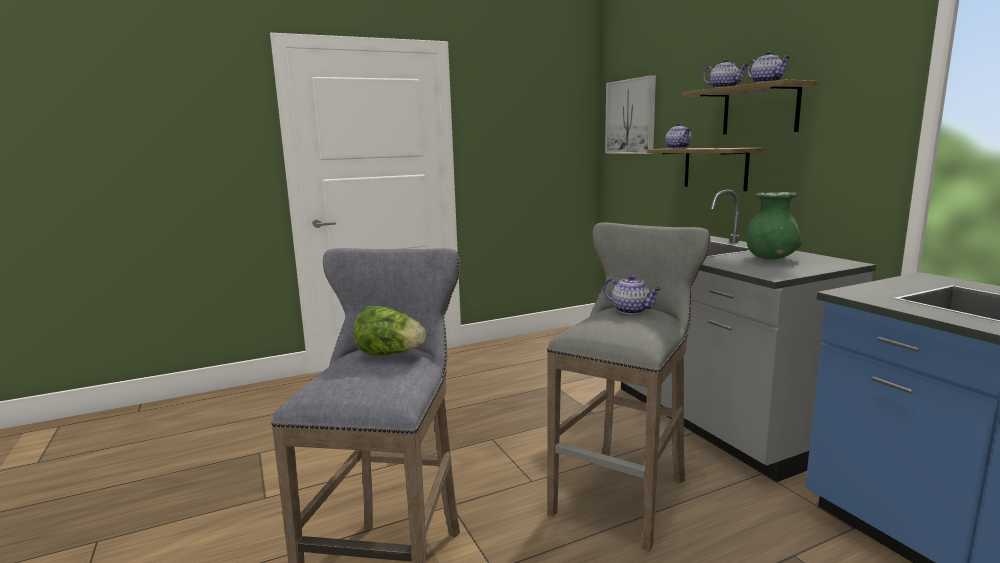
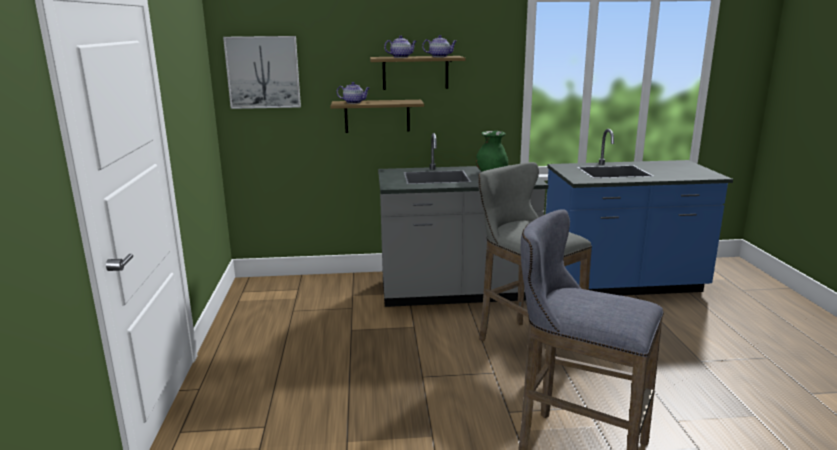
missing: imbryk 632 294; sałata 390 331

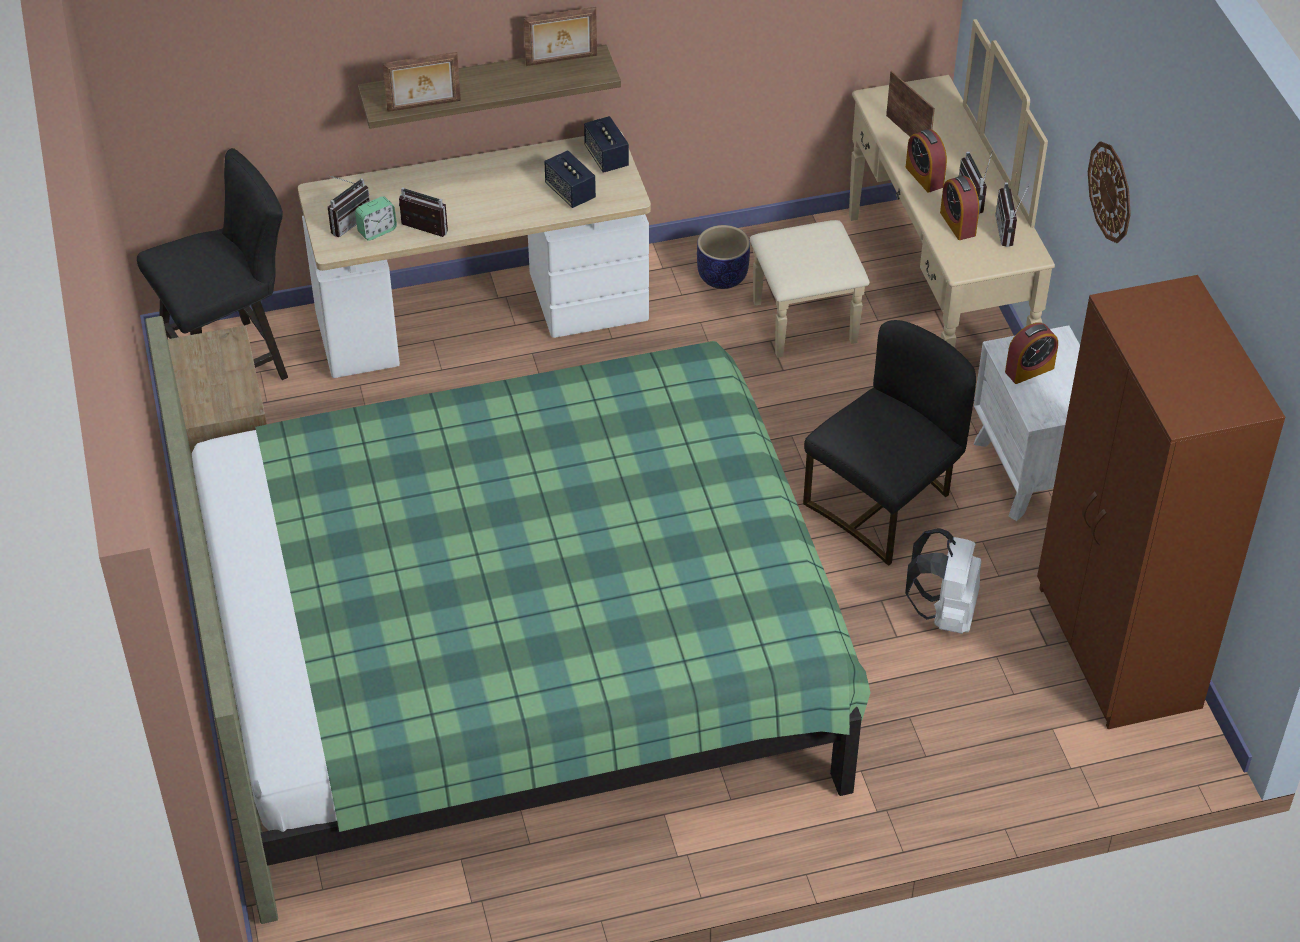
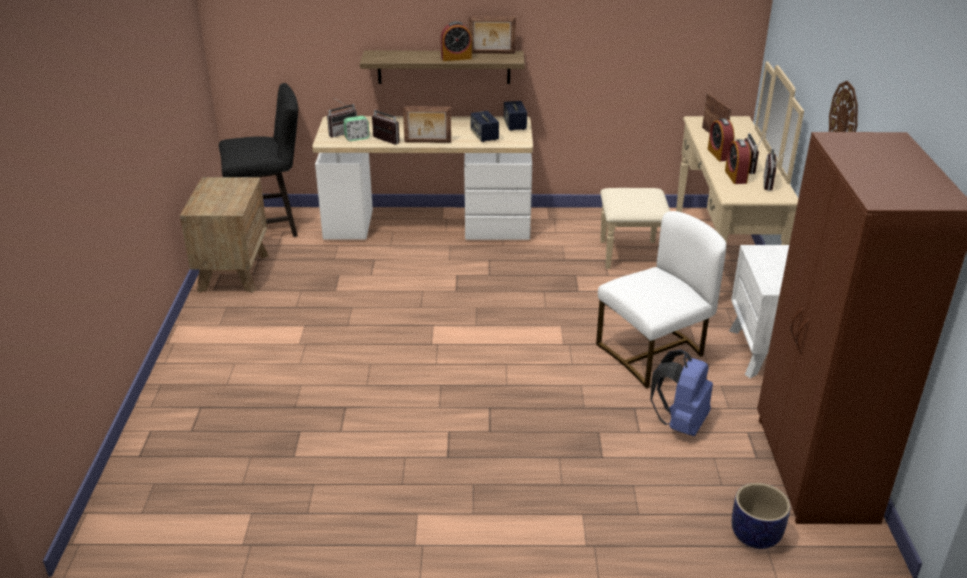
missing: łóżko (zielony) 508 620
relocated: ramka na zdjęcie 421 82 to 427 124; donica 723 257 to 761 516; budzik 1031 353 to 456 41
colour: krzesło (czarny) 889 443 to krzesło (biały) 661 300; plecak (biały) 943 581 to plecak (niebieski) 681 393

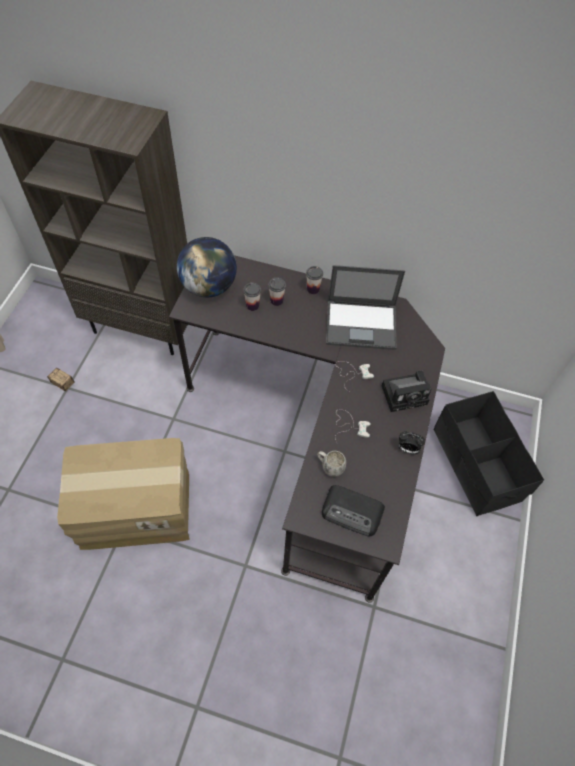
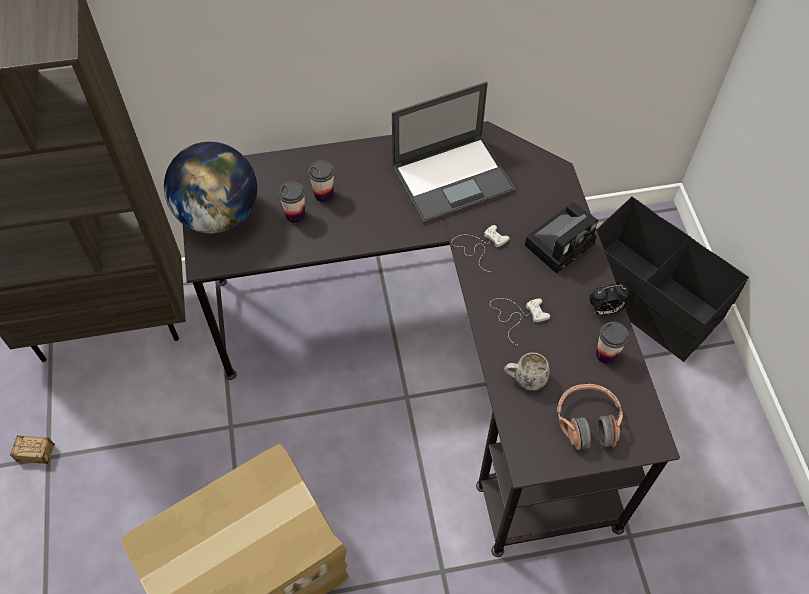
relocated: filiżanka 314 280 to 612 343
exchanged: radio 353 511 to słuchawki 590 417

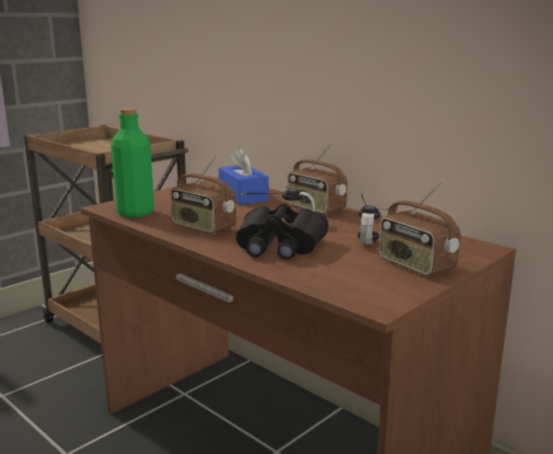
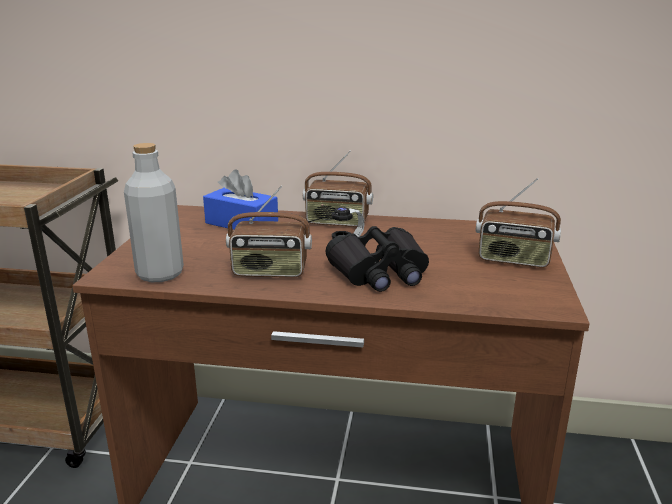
missing: słuchawki 377 219
colour: butelka (zielony) 132 162 to butelka (szary) 154 212

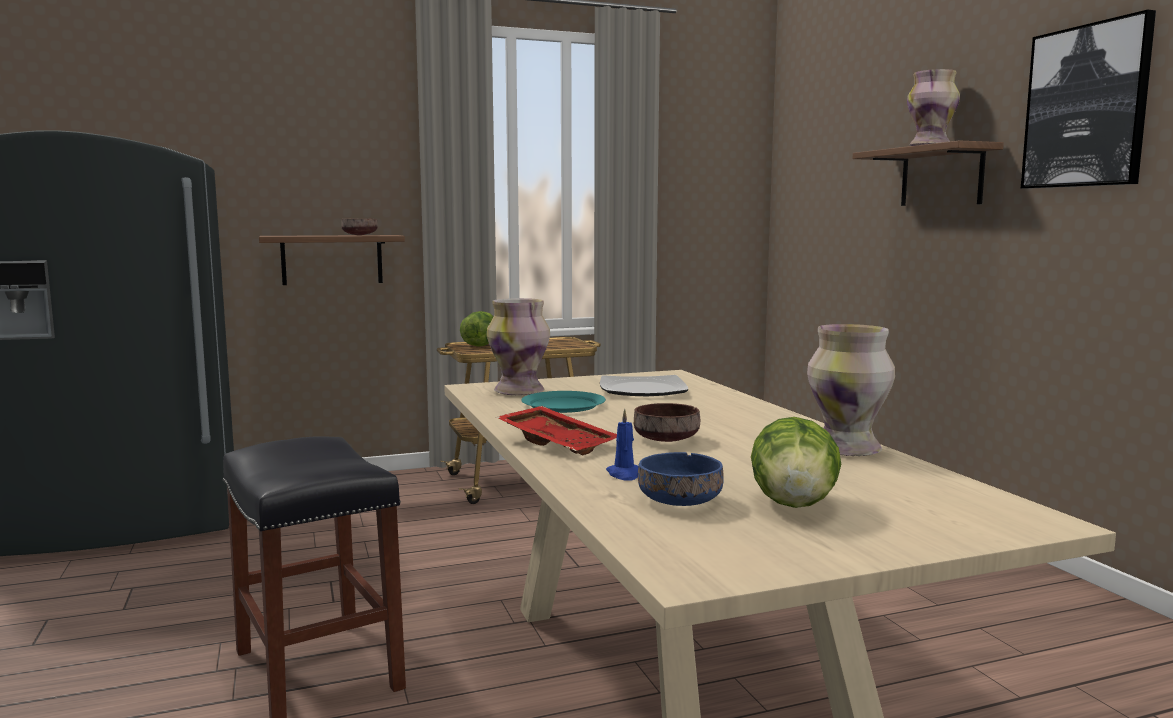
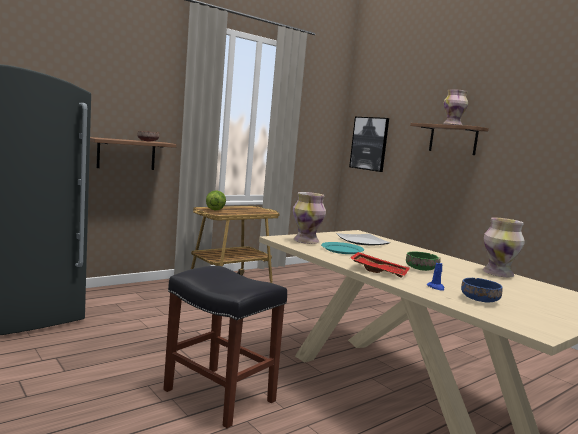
missing: sałata 796 462
relocated: obraz 1088 99 to 369 144
colour: miska (brązowy) 667 422 to miska (zielony) 422 261

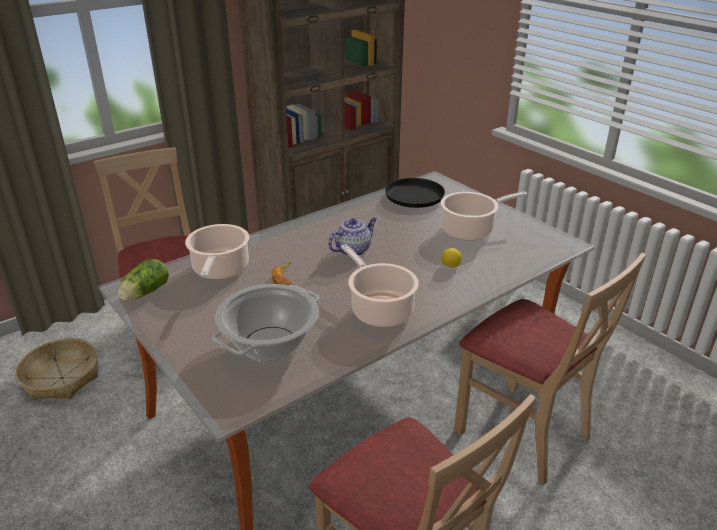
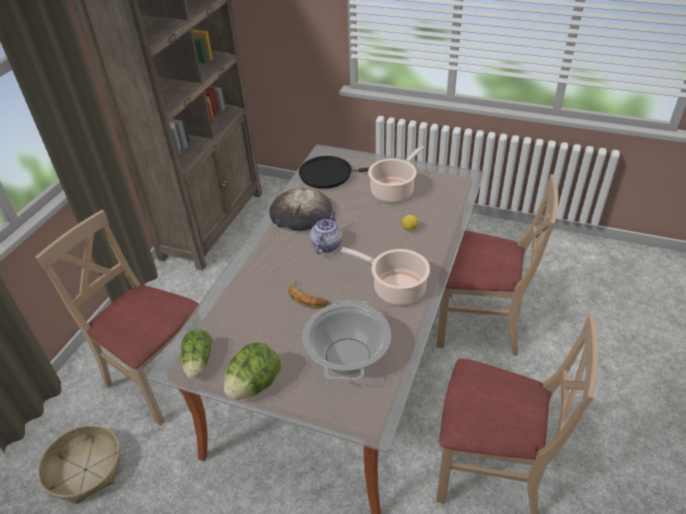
missing: garnek 217 251
appeared: chleb 301 209; sałata 252 371

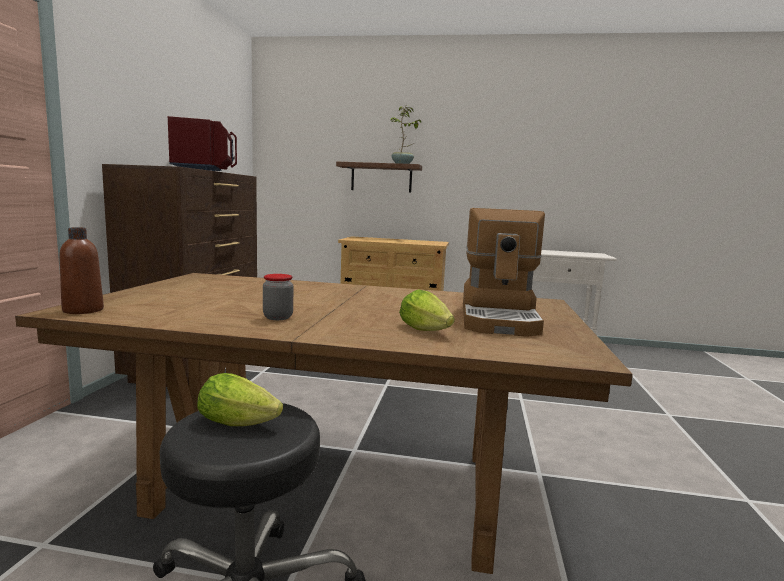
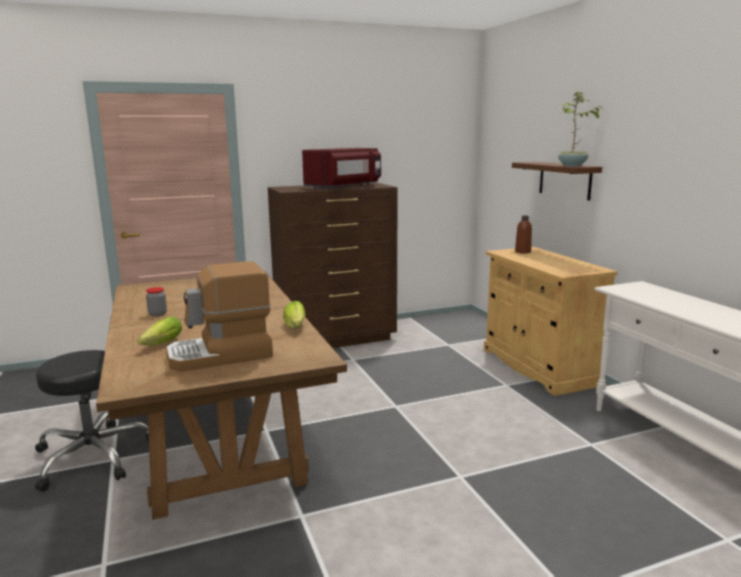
relocated: butelka (brązowy) 81 270 to 523 234; sałata 240 399 to 294 314

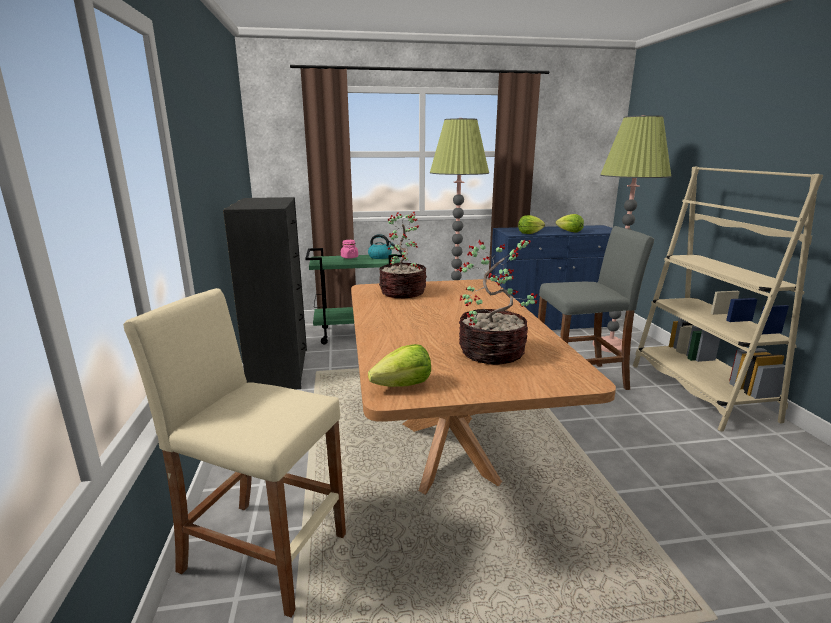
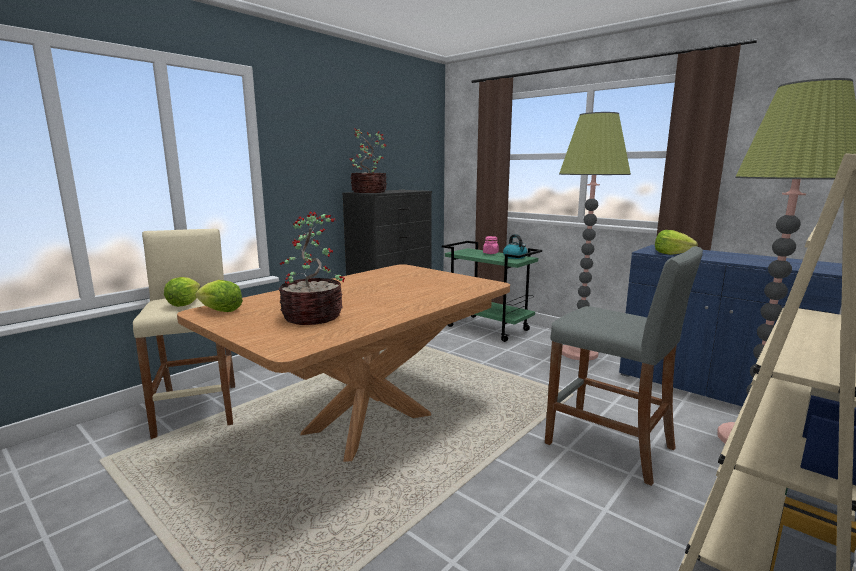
relocated: roślina doniczkowa 403 255 to 368 160; sałata 570 223 to 182 292

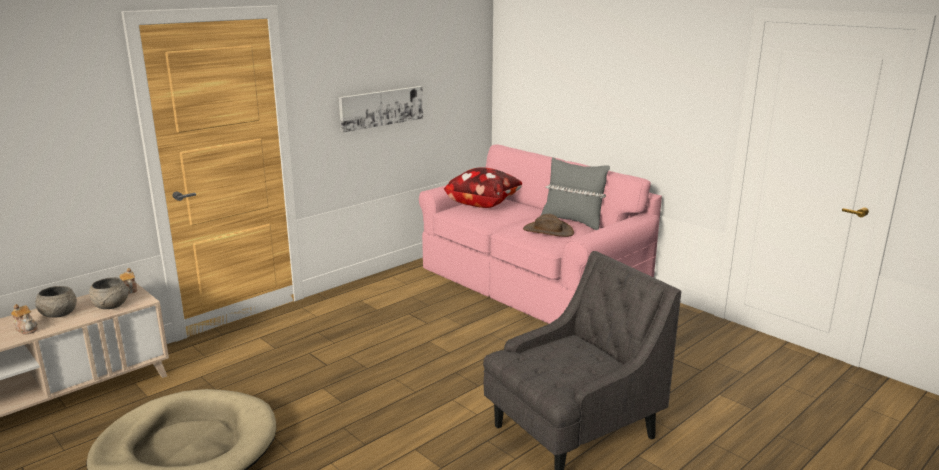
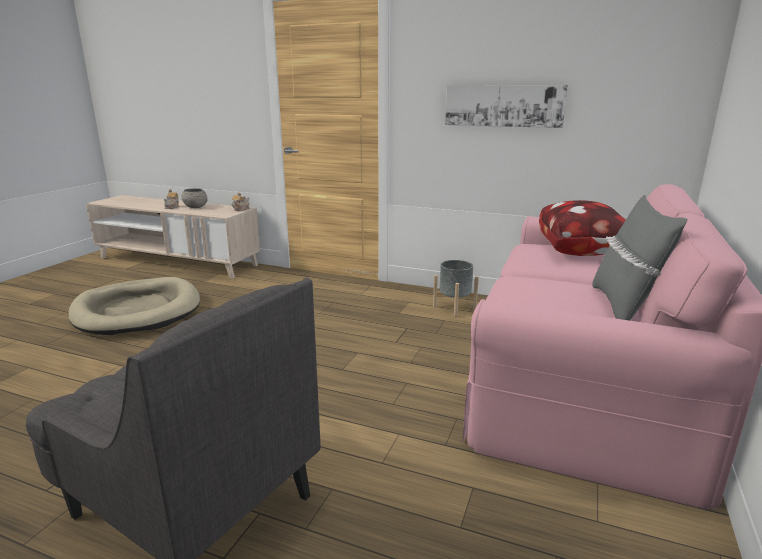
missing: kapelusz (brązowy) 548 225; miska (szary) 109 293
appeared: donica (szary) 456 288

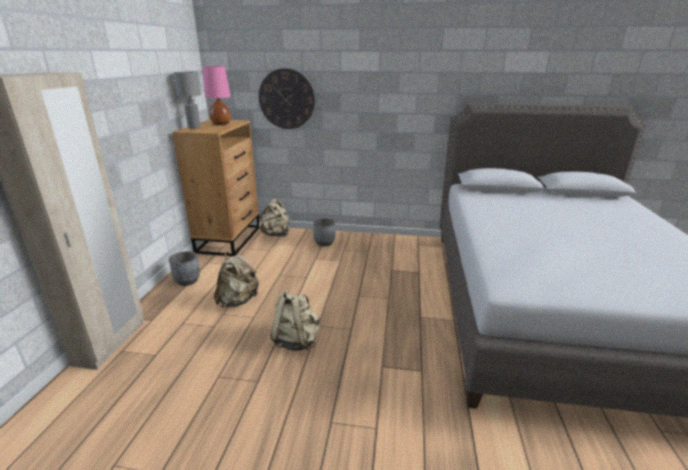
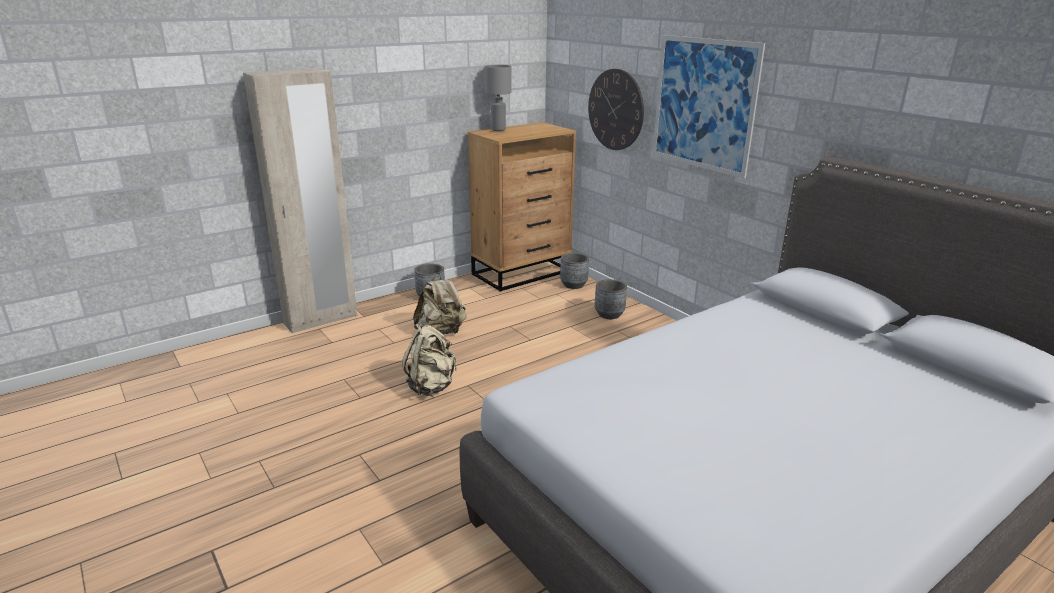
missing: lampa stołowa (różowy) 217 95
appeared: obraz 708 107
exchanged: plecak (beżowy) 274 217 to donica (szary) 574 271

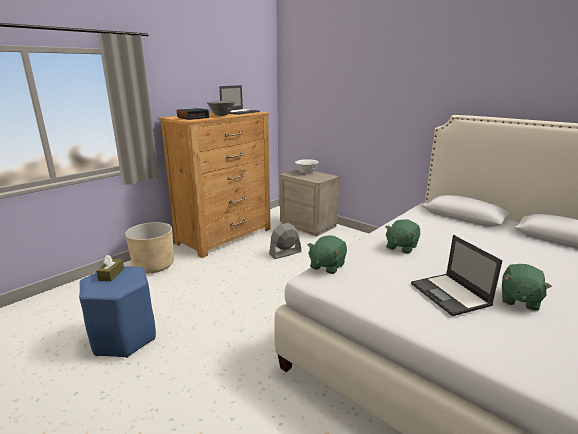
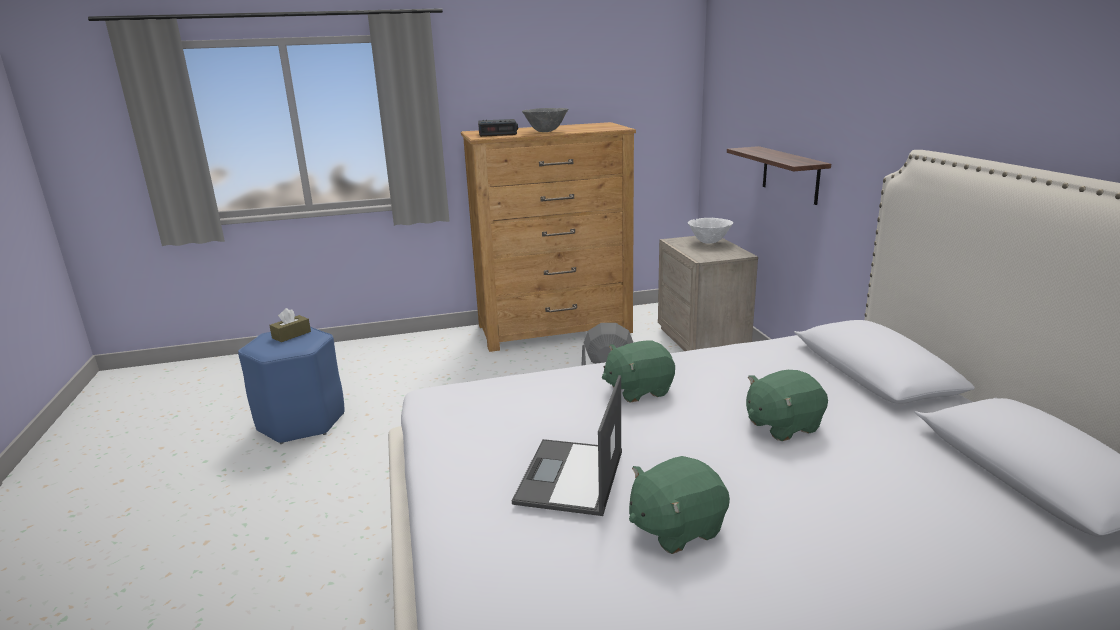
missing: laptop 239 100; donica (beżowy) 149 247
appeared: półka 779 175
relocated: pluszak (zielony) 327 255 to 787 405

